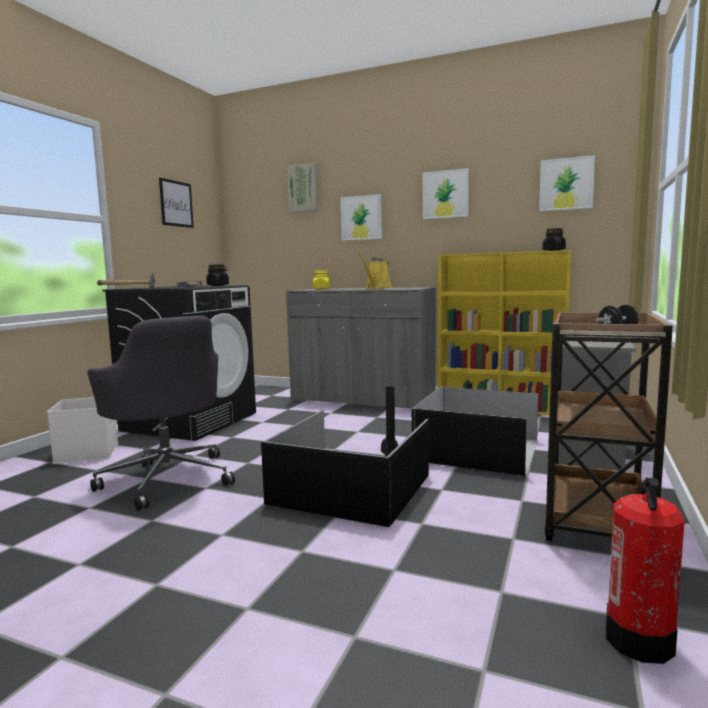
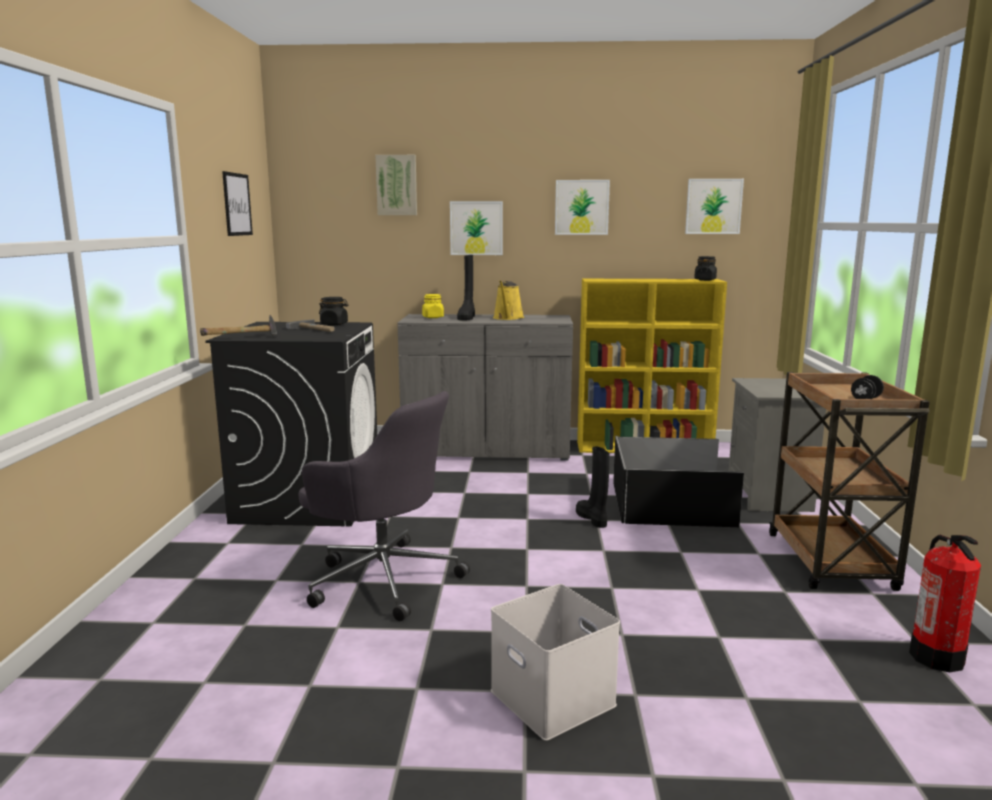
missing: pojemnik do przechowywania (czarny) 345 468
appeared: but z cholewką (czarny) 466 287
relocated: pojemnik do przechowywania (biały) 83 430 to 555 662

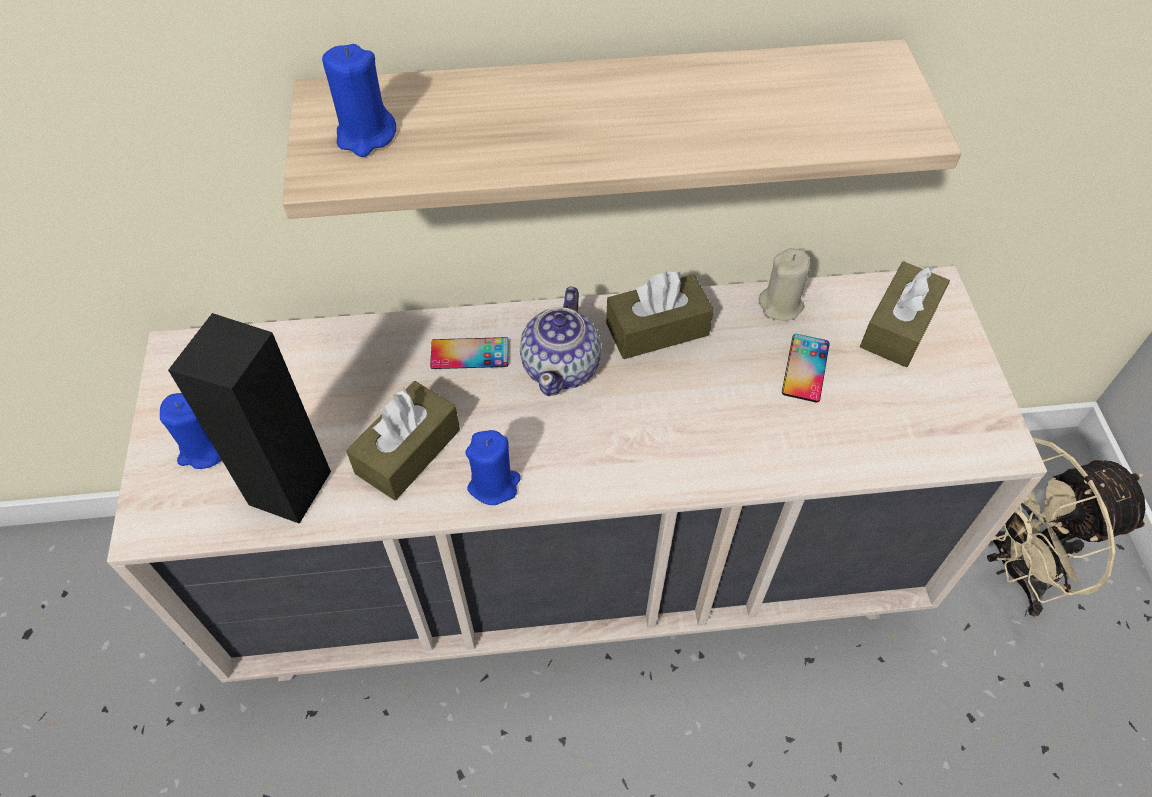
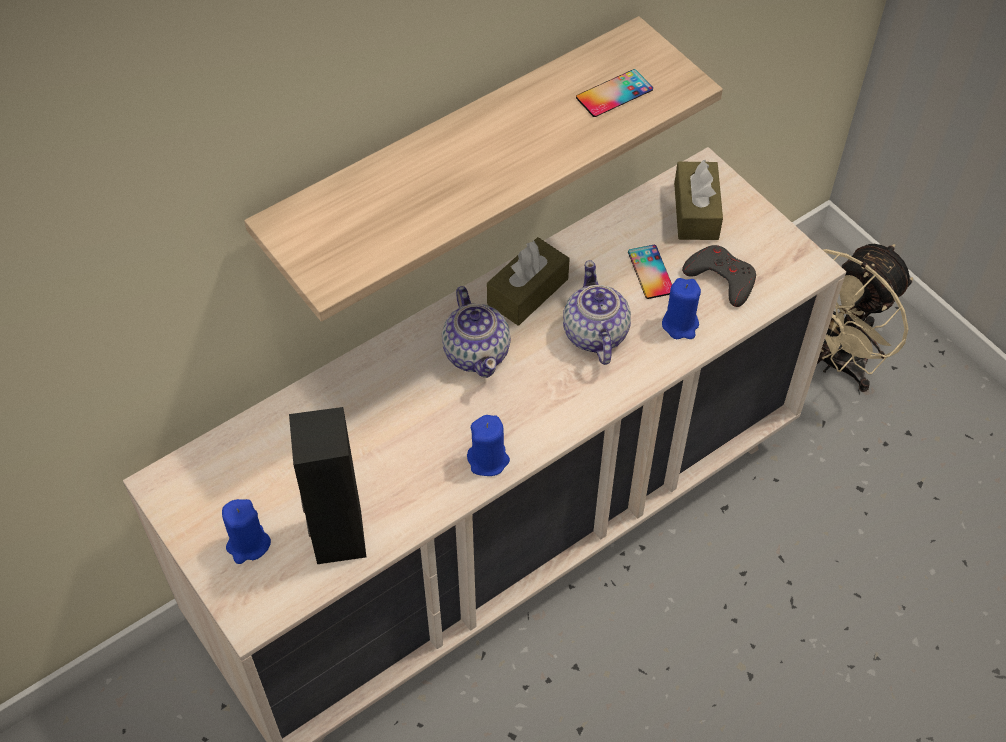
missing: świeca (beżowy) 785 284; pudełko chusteczek (brązowy) 403 440
appeared: pad do gier (szary) 719 276; imbryk 597 312
relocated: świeca (niebieski) 359 100 to 681 308; telefon 469 353 to 614 93

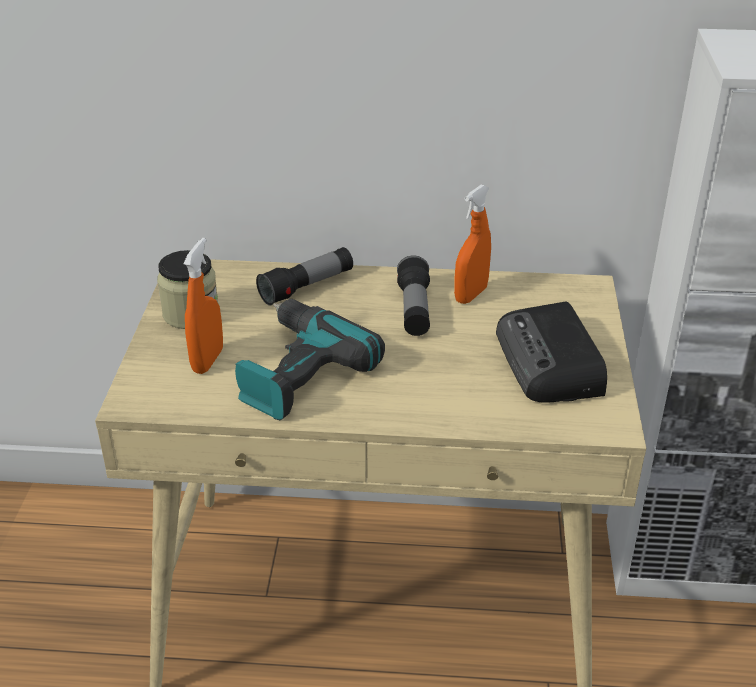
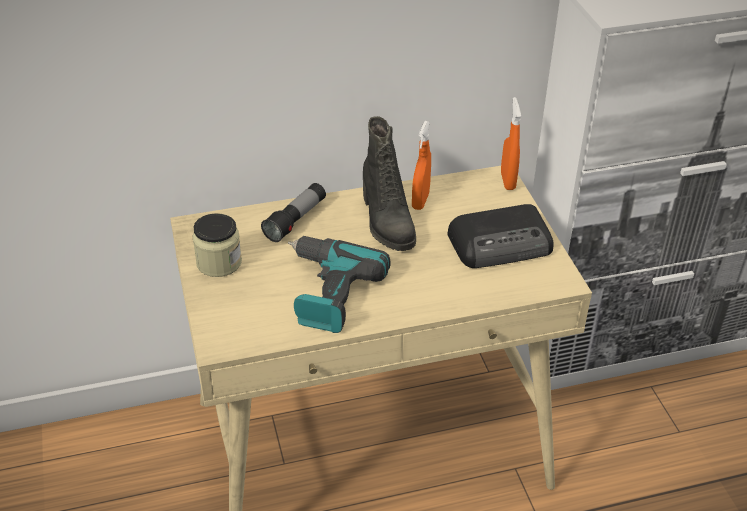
relocated: spryskiwacz (pomarańczowy) 203 306 to 511 143
exchanged: latarka 413 295 to but z cholewką (czarny) 389 183
spun: radio 551 352 = 500 236 75 degrees counterclockwise

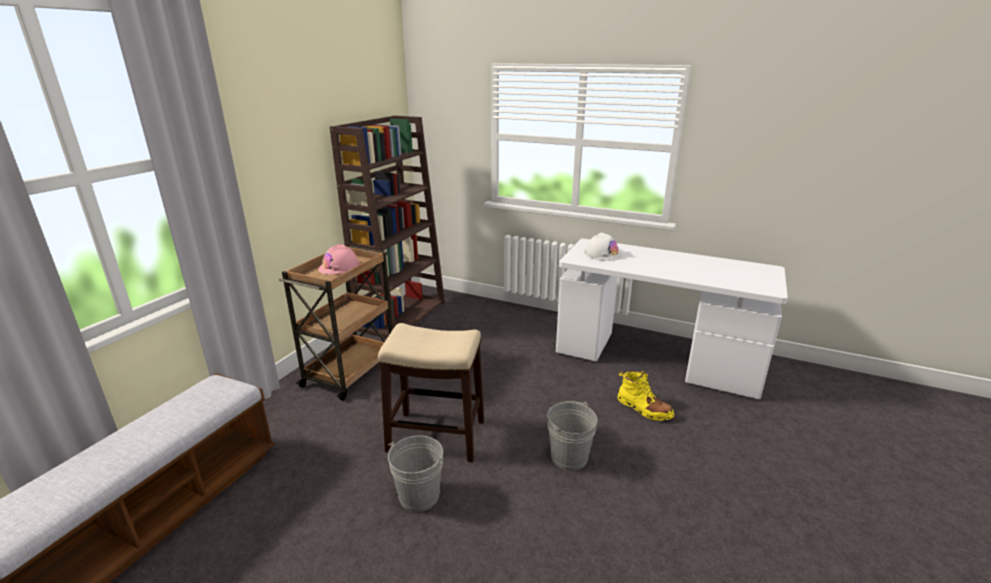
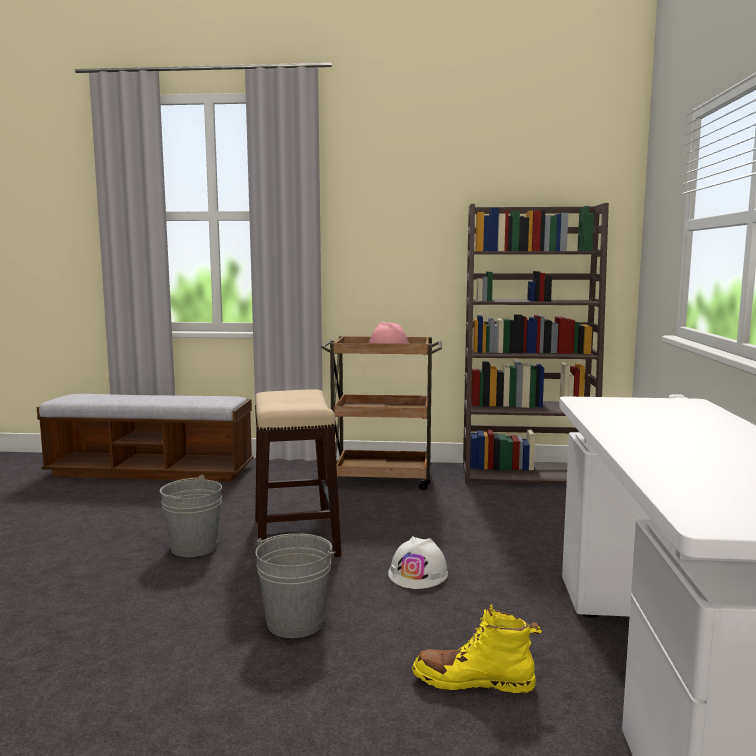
relocated: kask (biały) 603 247 to 418 562
spun: but z cholewką (żółty) 646 396 = 477 648 75 degrees clockwise

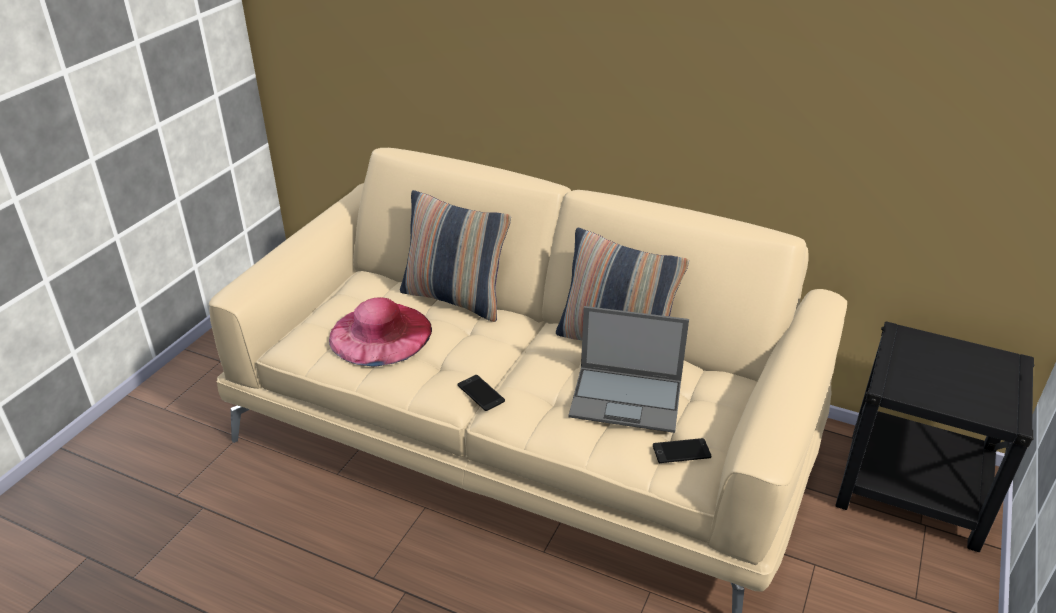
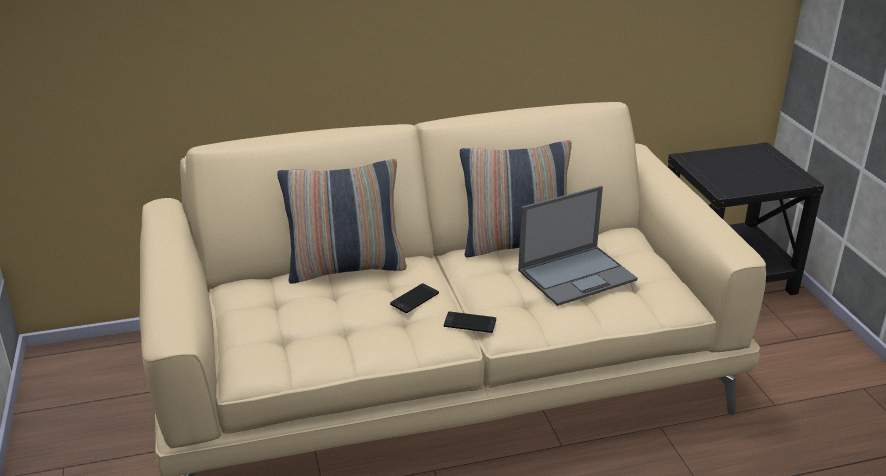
missing: kapelusz (różowy) 380 331
relocated: telefon 682 450 to 414 298

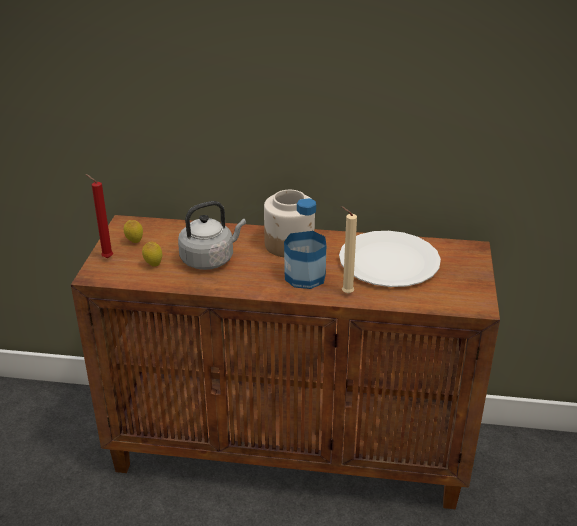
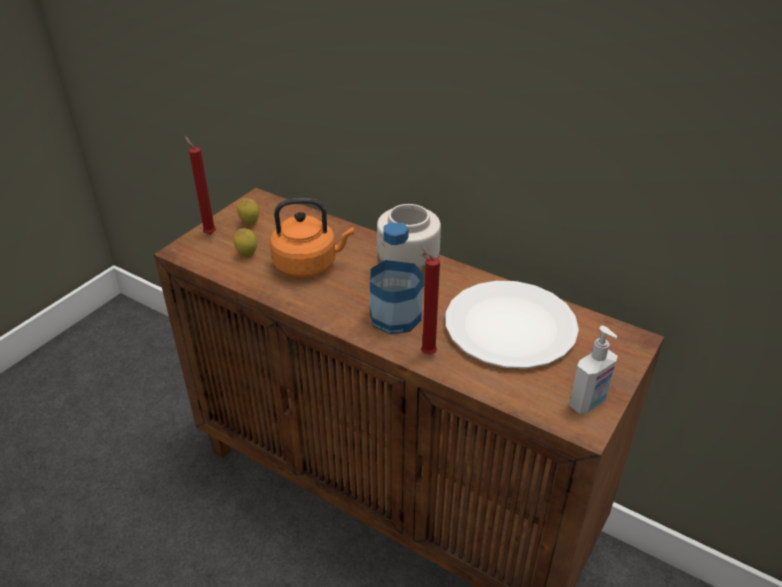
appeared: dozownik mydła 593 370
colour: czajnik (szary) 212 235 to czajnik (pomarańczowy) 312 237; świeca (beżowy) 349 250 to świeca (czerwony) 430 300

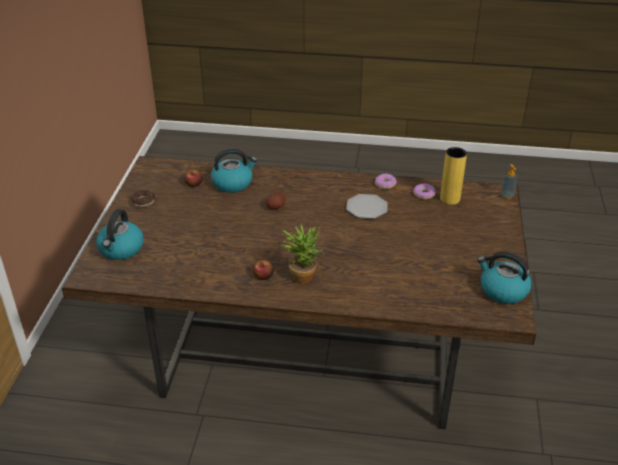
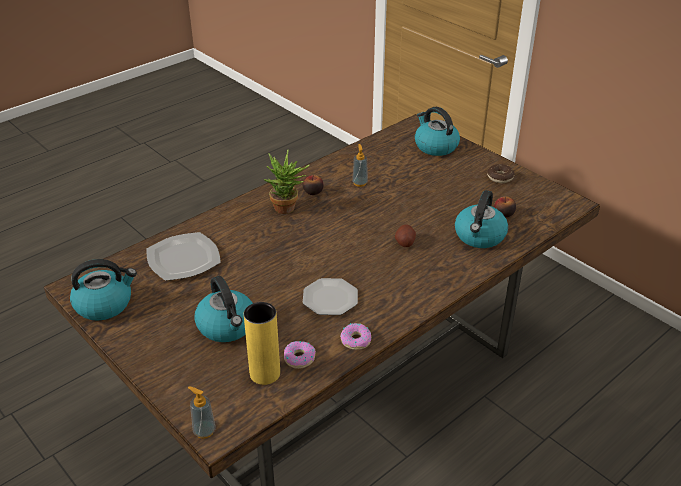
appeared: dozownik mydła 360 165; talerz 183 256; czajnik 223 309

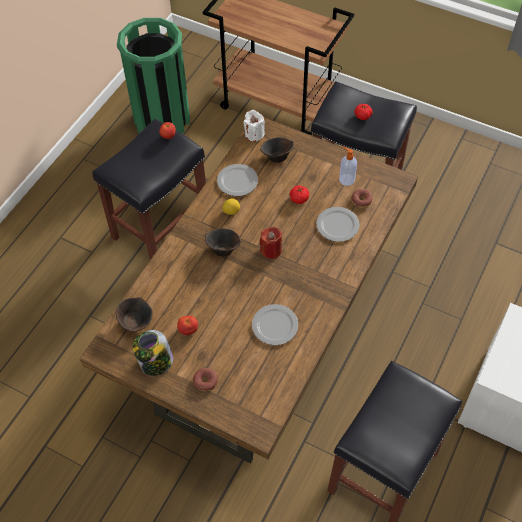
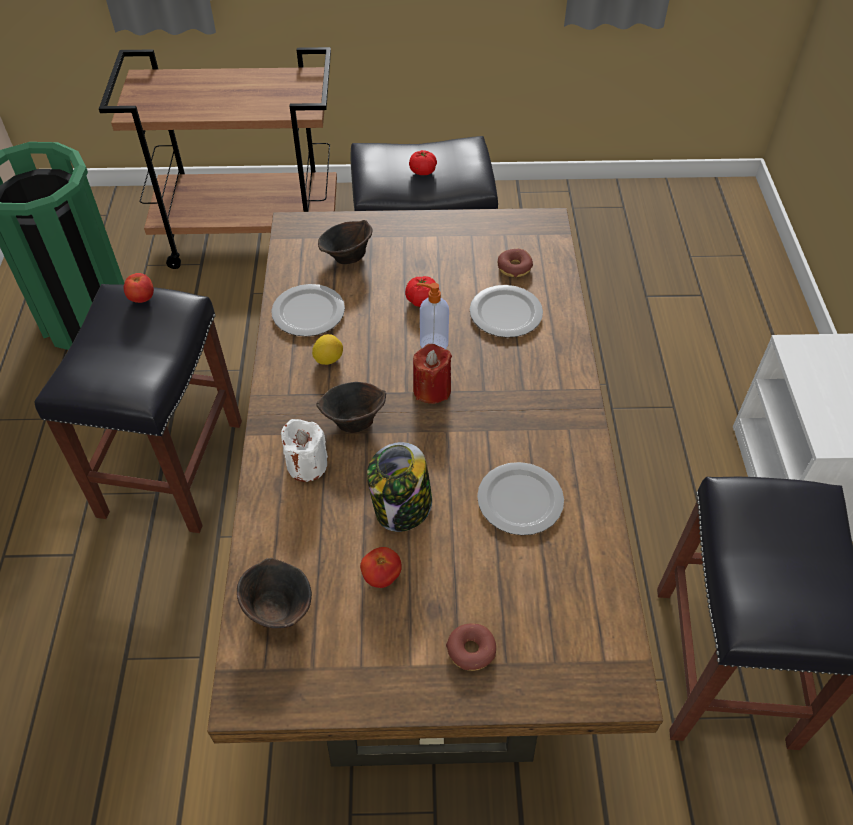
relocated: świeca (biały) 254 126 to 304 450; dozownik mydła 348 166 to 433 316; słoik 153 353 to 399 487

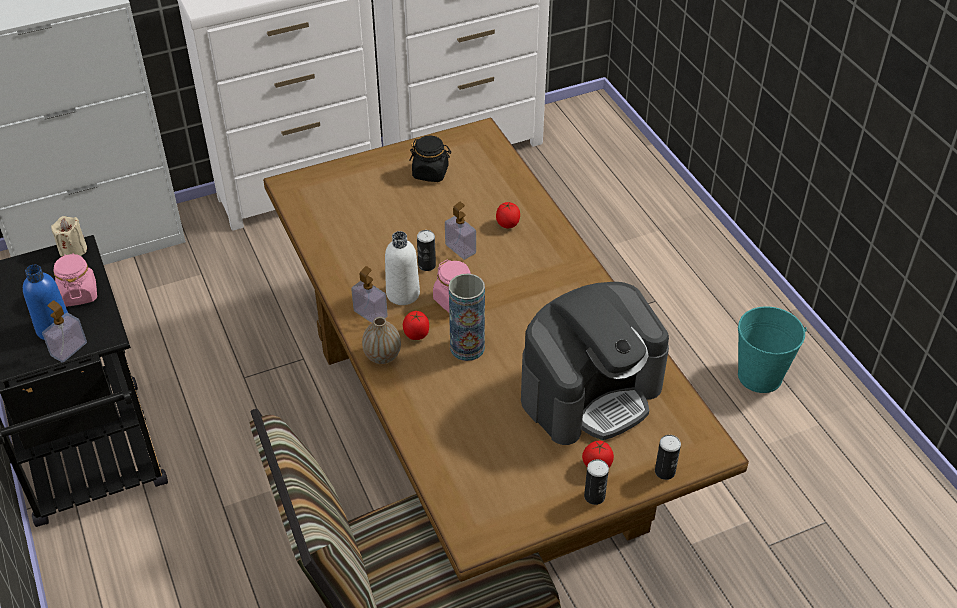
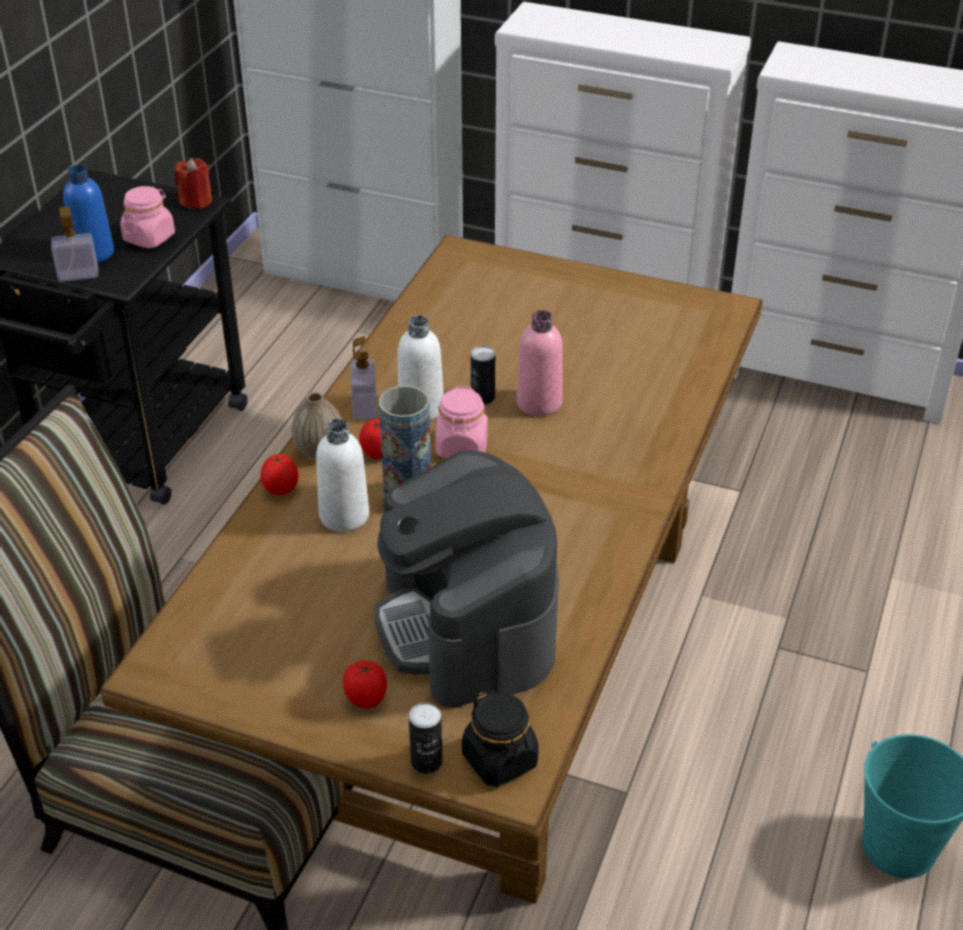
missing: puszka 596 482
appeared: butelka (biały) 342 475
relocated: słoik (czarny) 430 159 to 500 738; pomidor 508 215 to 279 474
exchanged: dozownik mydła 460 231 to butelka (różowy) 540 363
colour: świeca (beżowy) 69 236 to świeca (czerwony) 193 183
spun: ekspres do kawy 595 363 = 466 579 60 degrees clockwise

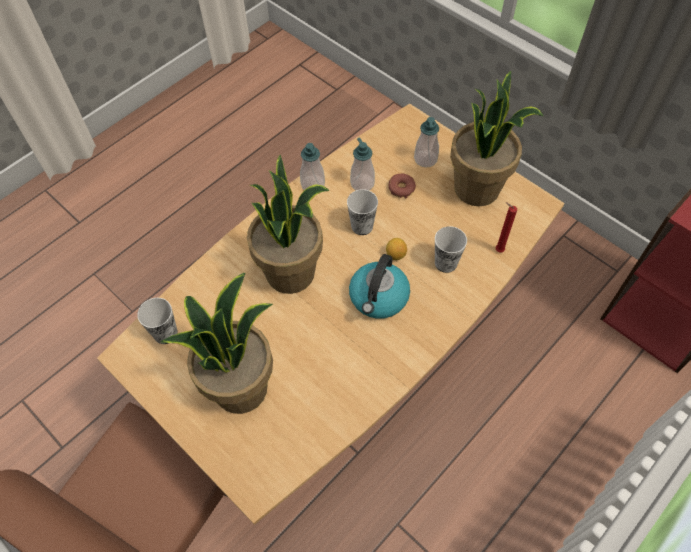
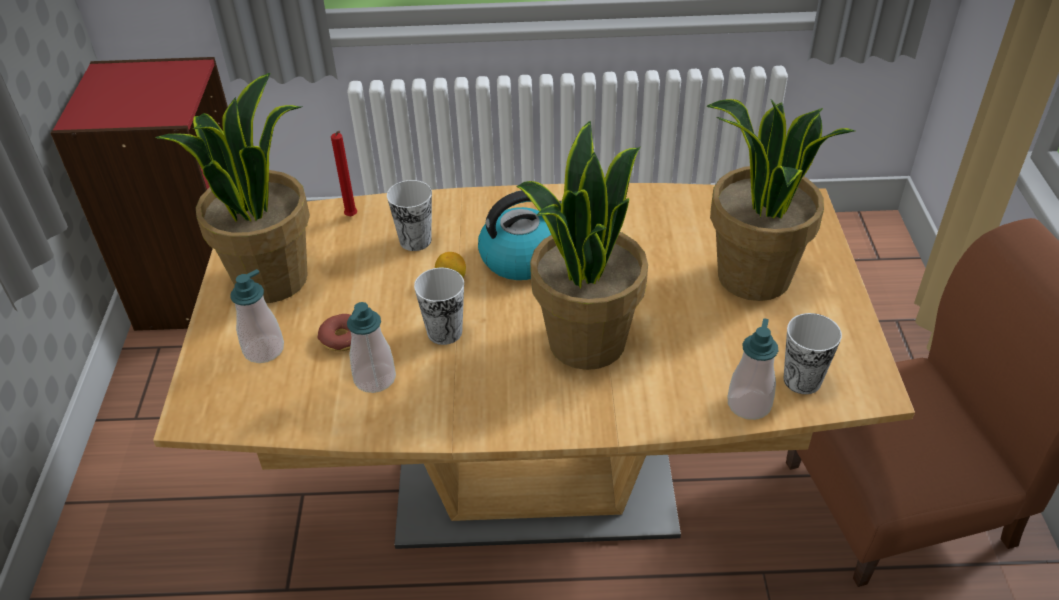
relocated: dozownik mydła 312 166 to 753 369

